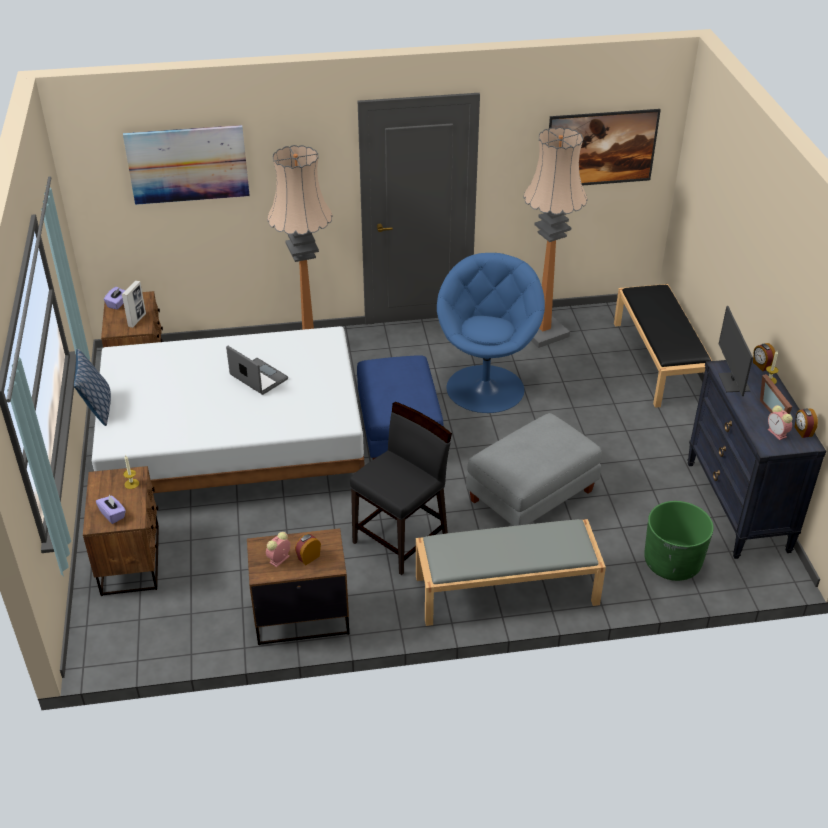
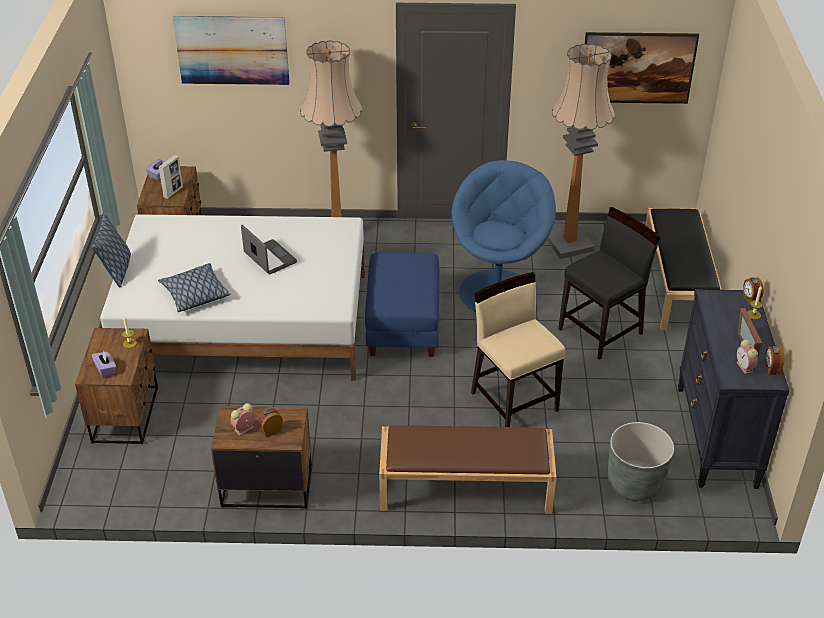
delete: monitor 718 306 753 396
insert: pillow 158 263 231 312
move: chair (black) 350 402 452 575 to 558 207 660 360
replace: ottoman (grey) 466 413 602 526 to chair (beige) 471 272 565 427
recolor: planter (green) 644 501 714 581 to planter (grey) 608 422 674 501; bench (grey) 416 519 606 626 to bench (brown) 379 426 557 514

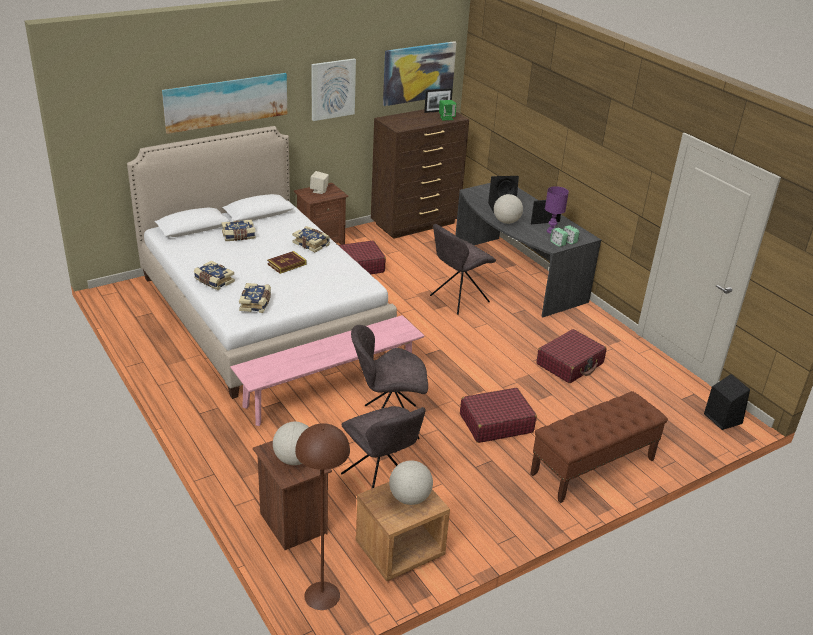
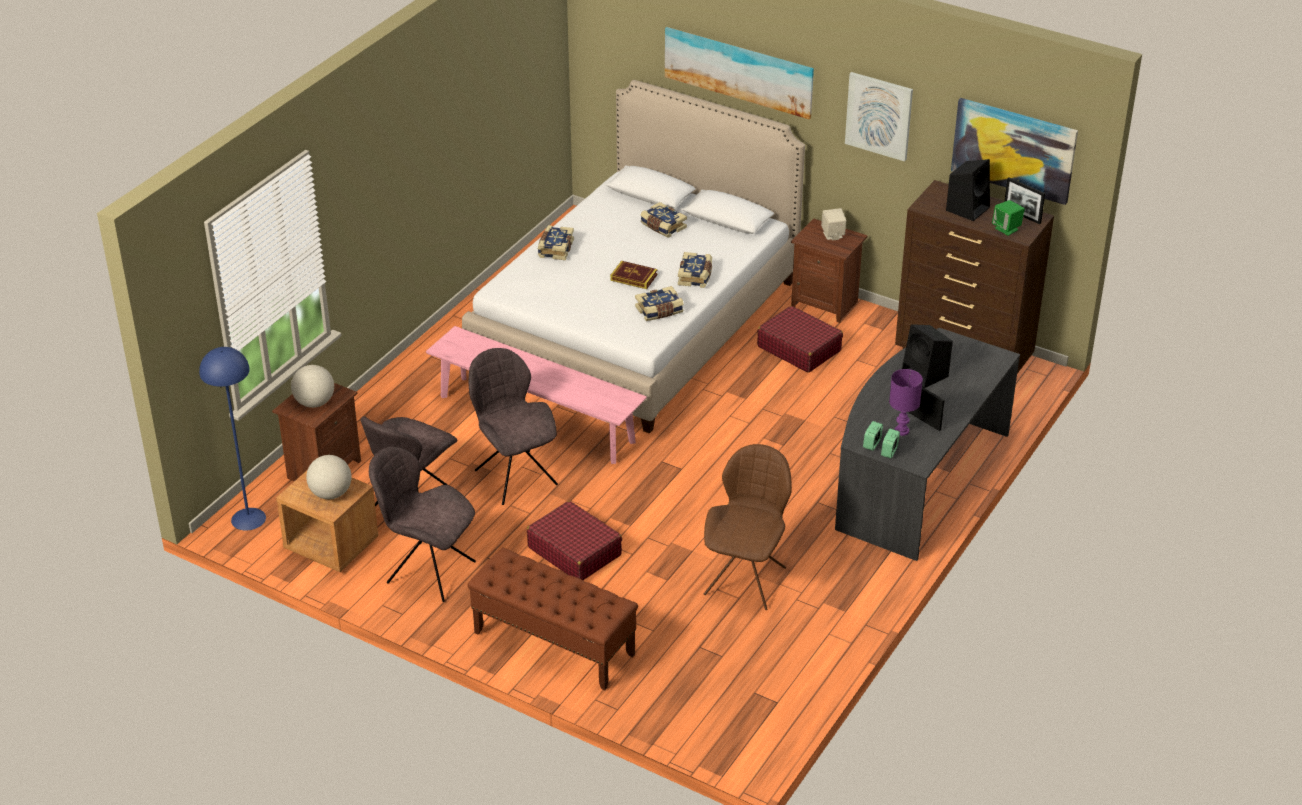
delete: globe 494 194 523 224
move: chair (grey) 430 224 496 315 to 369 447 476 602; book 239 283 271 313 to 635 286 684 321; speaker (black) 704 374 750 430 to 946 159 990 221
replace: suitcase (red) 537 329 606 383 to chair (brown) 704 444 792 610
recolor: floor lamp (brown) 295 423 350 610 to floor lamp (blue) 199 347 266 531

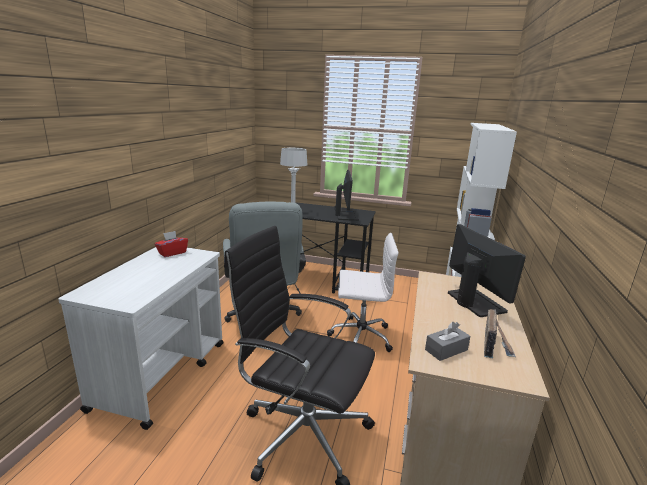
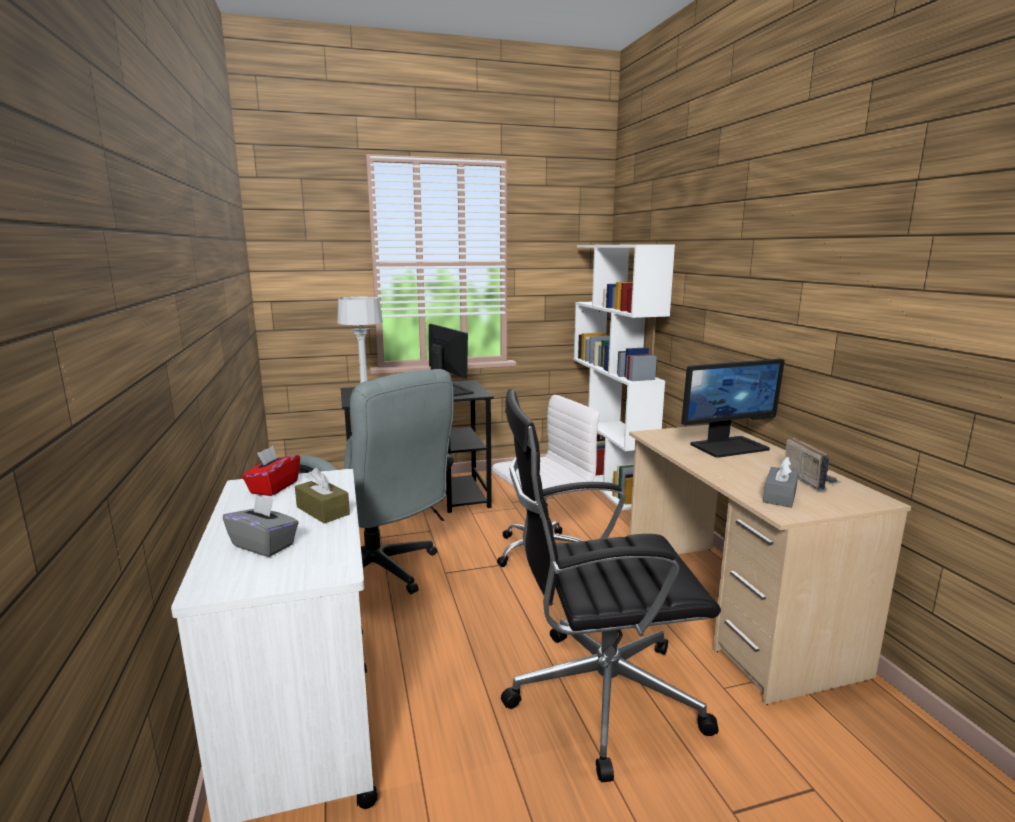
insert: tissue box (brown) 295 468 350 523; tissue box (grey) 223 494 299 557
rotate: monitor 448 224 526 317 = 681 359 785 458 120 degrees clockwise

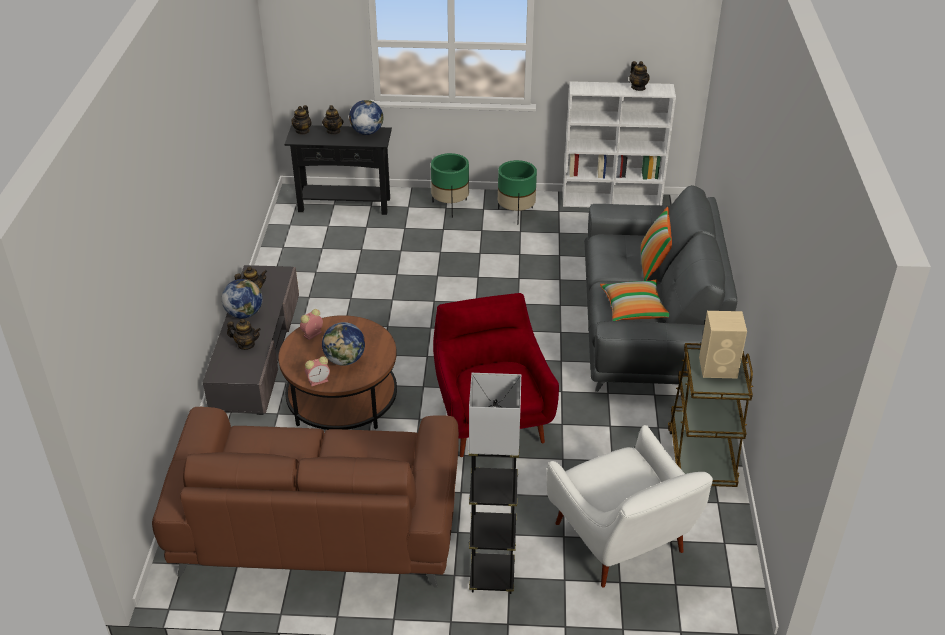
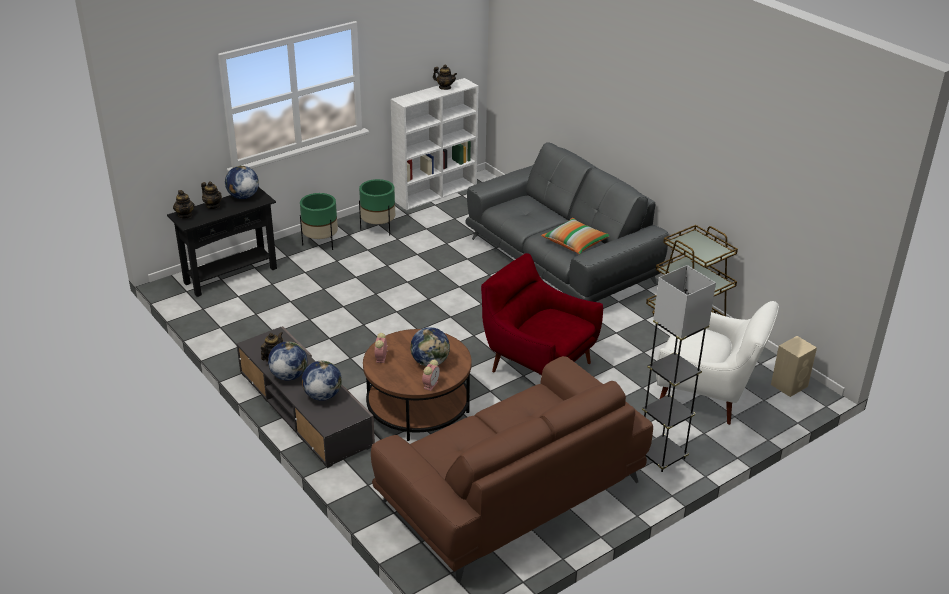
delete: pillow 641 206 672 281
move: speaker (beige) 699 311 747 378 to 771 336 817 397
replace: teapot 227 319 261 350 to globe 302 361 342 401

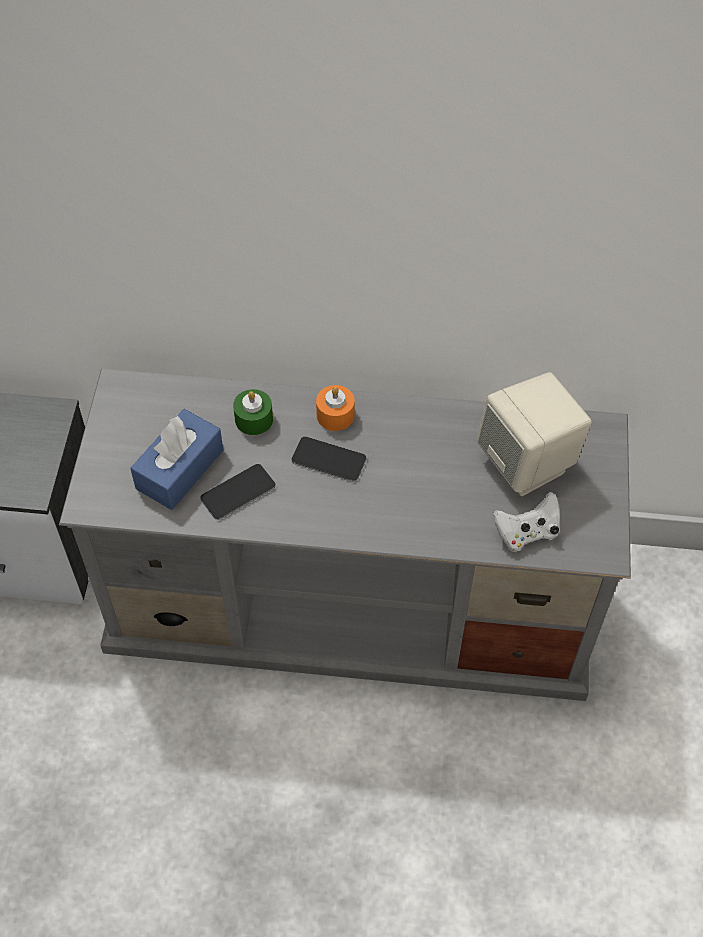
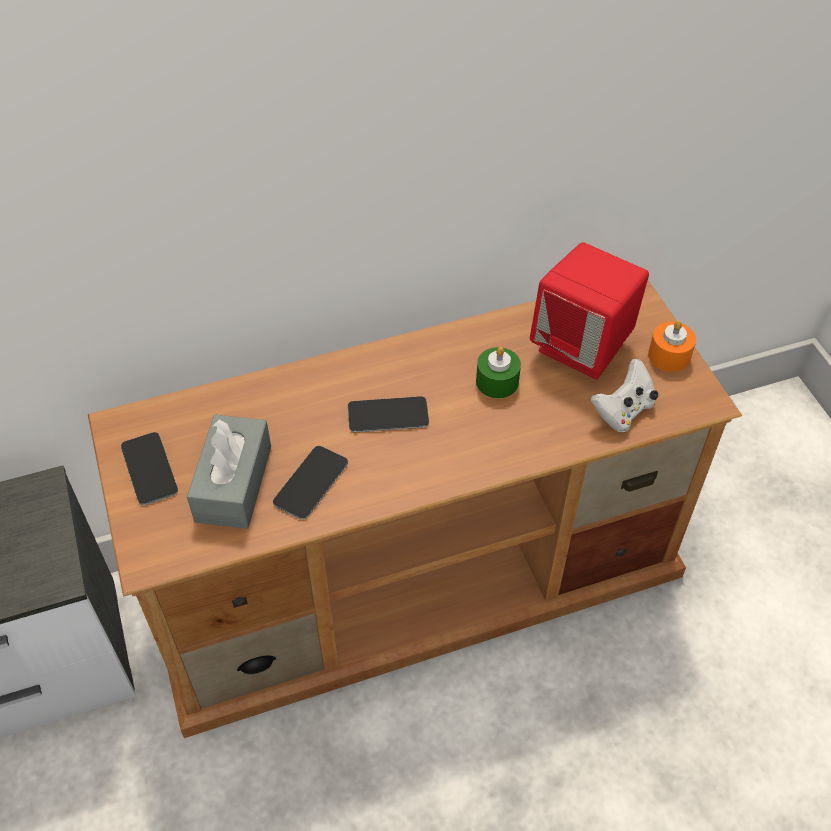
insert: phone 121 432 178 505
move: candle (orange) 316 385 355 431 to 648 320 696 372; candle (green) 233 389 273 435 to 476 347 521 399
recolor: tv stand (grey) 59 369 631 701 to tv stand (brown) 88 280 742 738; speaker (beige) 476 372 592 496 to speaker (red) 530 242 649 379; tissue box (blue) 130 409 223 510 to tissue box (grey) 187 415 271 529

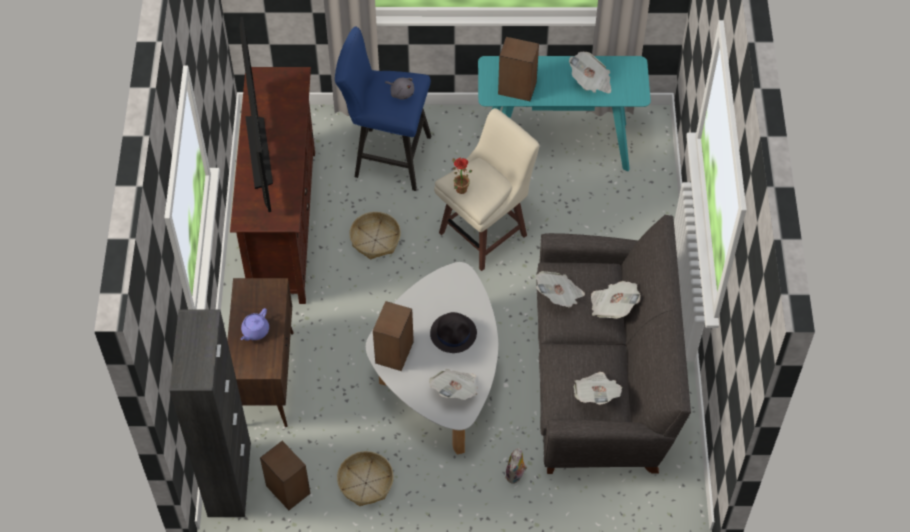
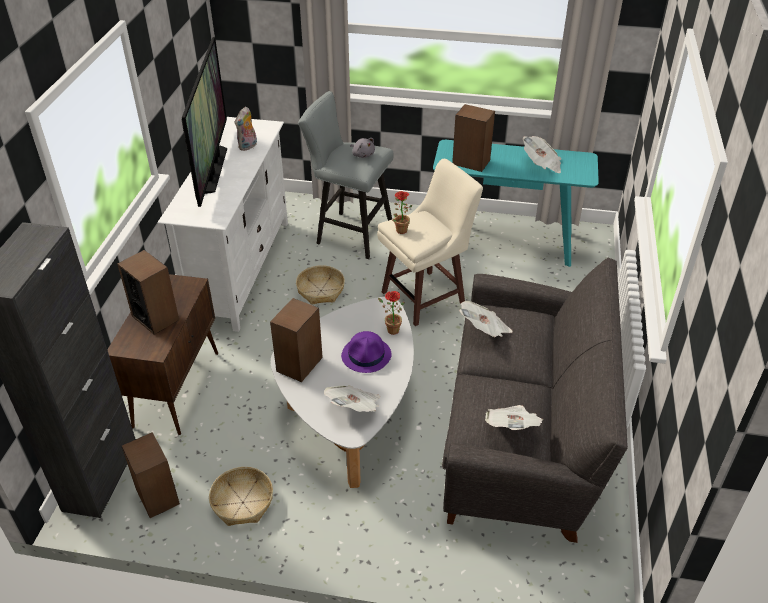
delete: newspaper 591 281 641 319
insert: potted plant 378 291 405 335
move: plush toy 505 448 527 484 to 235 106 257 151
replace: teapot (purple) 241 308 269 341 to speaker 118 250 179 335
recolor: stool (blue) 335 26 431 191 to stool (grey) 298 91 394 259; tv stand (brown) 230 67 315 304 to tv stand (white) 157 117 288 332; hat (black) 430 312 477 353 to hat (purple) 341 331 392 373

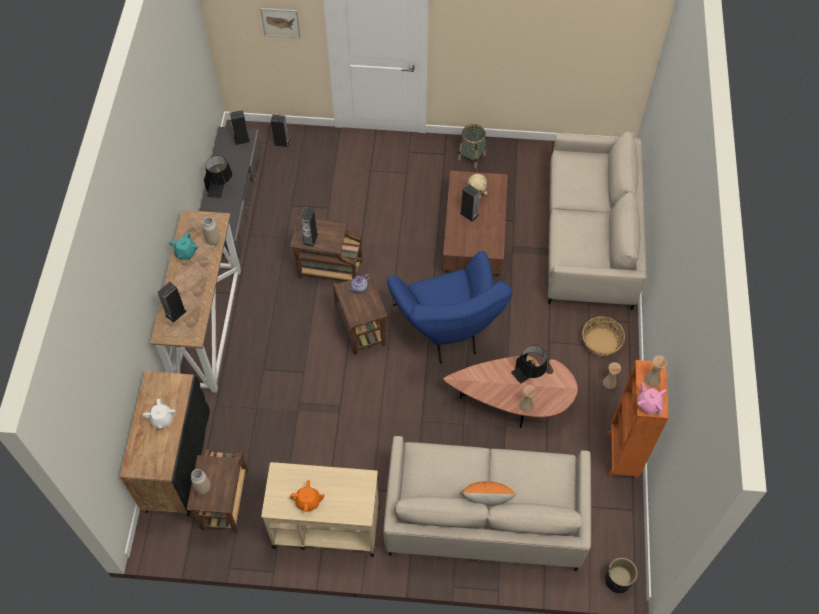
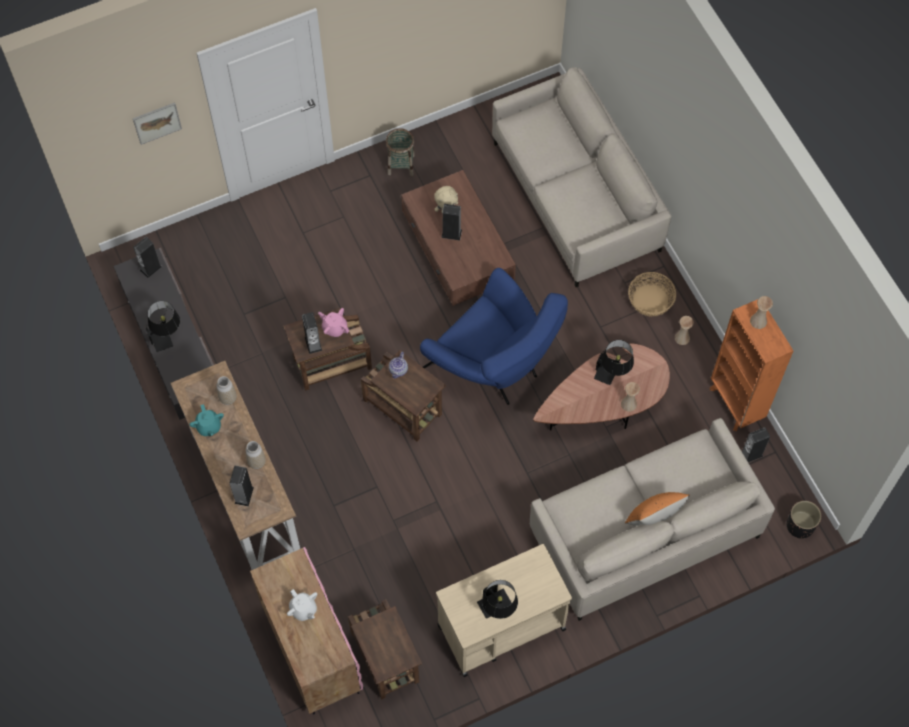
move: speaker 271 114 290 147 to 742 427 770 462; teapot (pink) 637 382 667 415 to 318 308 349 337; vase 191 469 211 494 to 246 441 266 469
replace: teapot (orange) 290 480 325 512 to table lamp (black) 477 580 518 619
recolor: cabinet (black) 120 371 210 516 to cabinet (pink) 250 547 363 714

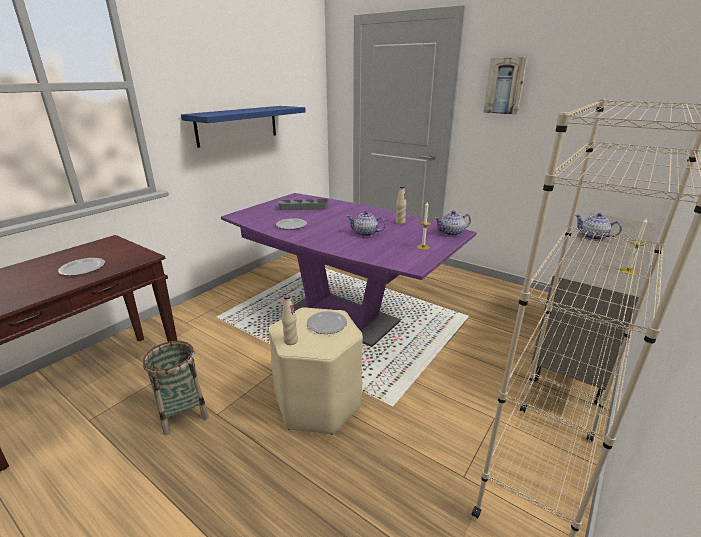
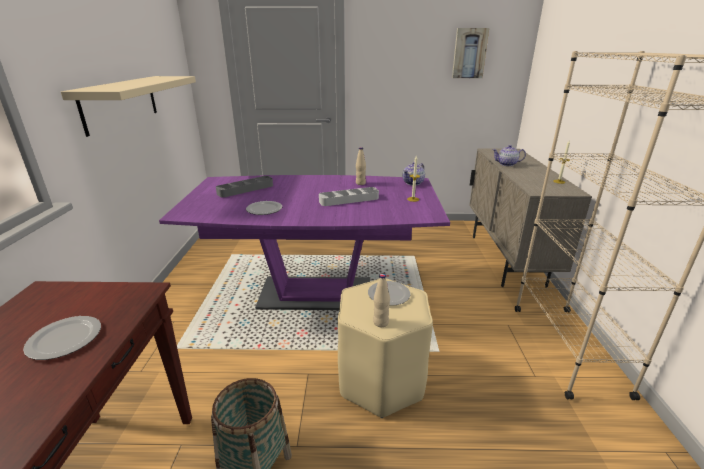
move: picture 483 57 527 115 to 452 28 489 78
replace: teapot 346 211 386 237 to tray (grey) 319 187 379 206
recolor: shelf (blue) 181 106 306 148 to shelf (beige) 61 76 196 137

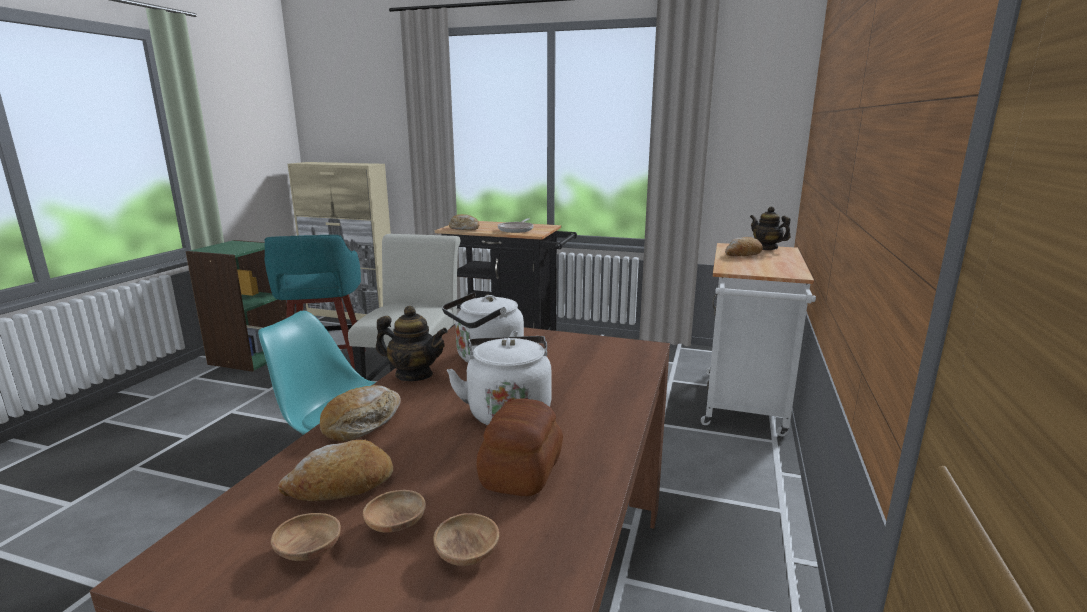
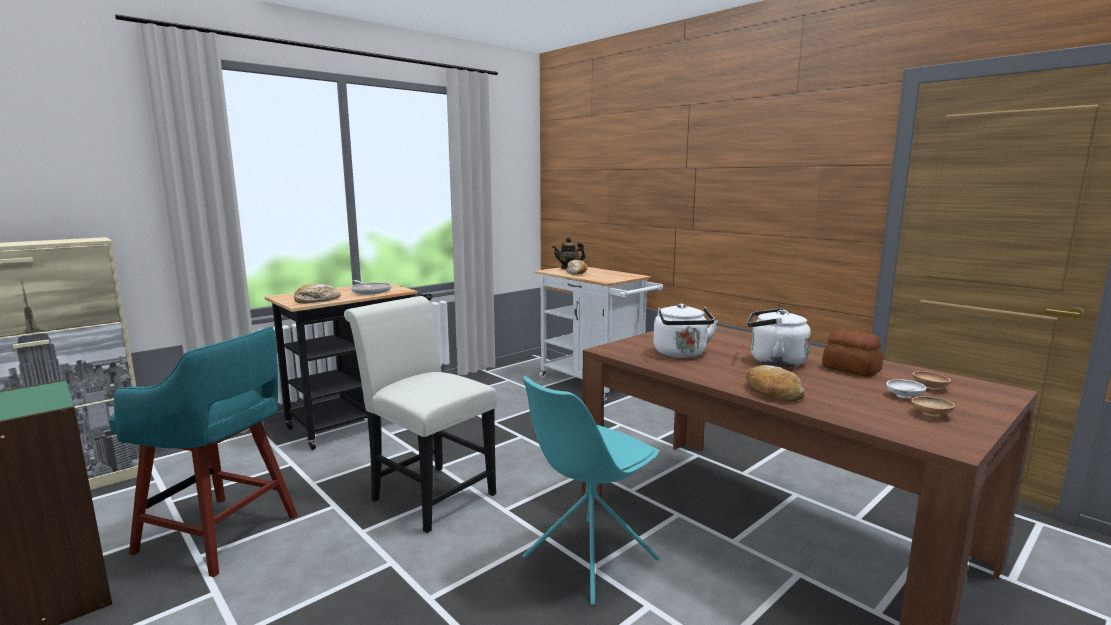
delete: teapot 376 306 448 381; bread 278 440 393 501
recolor: bowl (brown) 363 490 426 533 to bowl (white) 886 379 926 398

